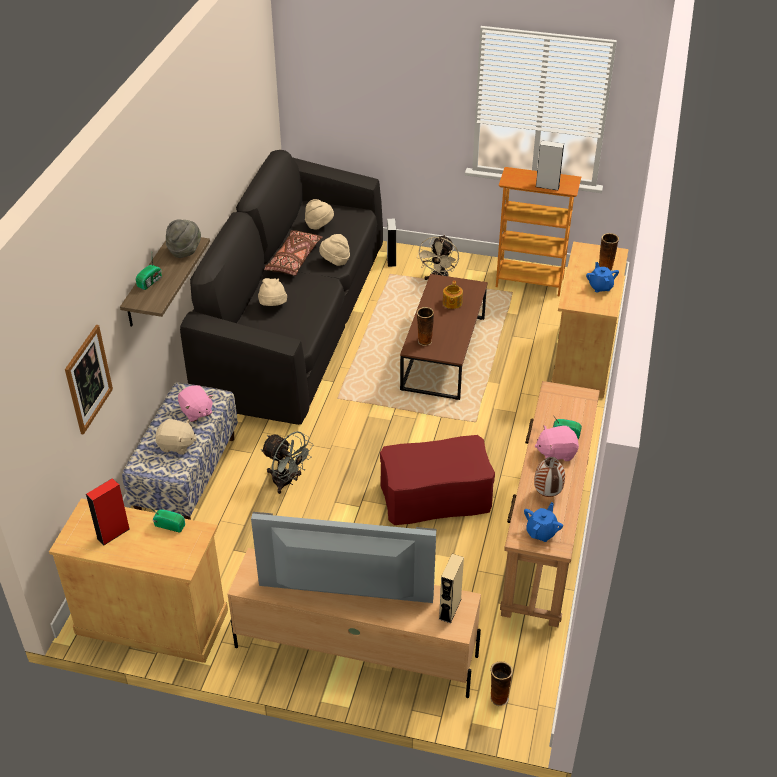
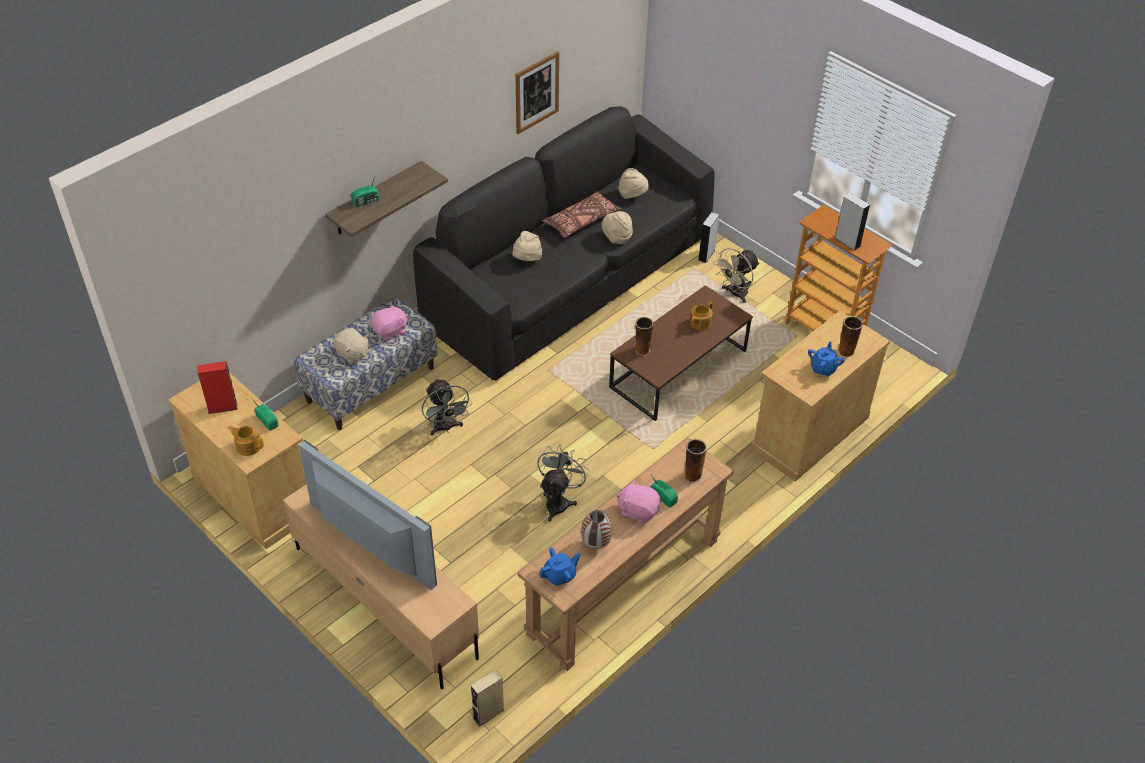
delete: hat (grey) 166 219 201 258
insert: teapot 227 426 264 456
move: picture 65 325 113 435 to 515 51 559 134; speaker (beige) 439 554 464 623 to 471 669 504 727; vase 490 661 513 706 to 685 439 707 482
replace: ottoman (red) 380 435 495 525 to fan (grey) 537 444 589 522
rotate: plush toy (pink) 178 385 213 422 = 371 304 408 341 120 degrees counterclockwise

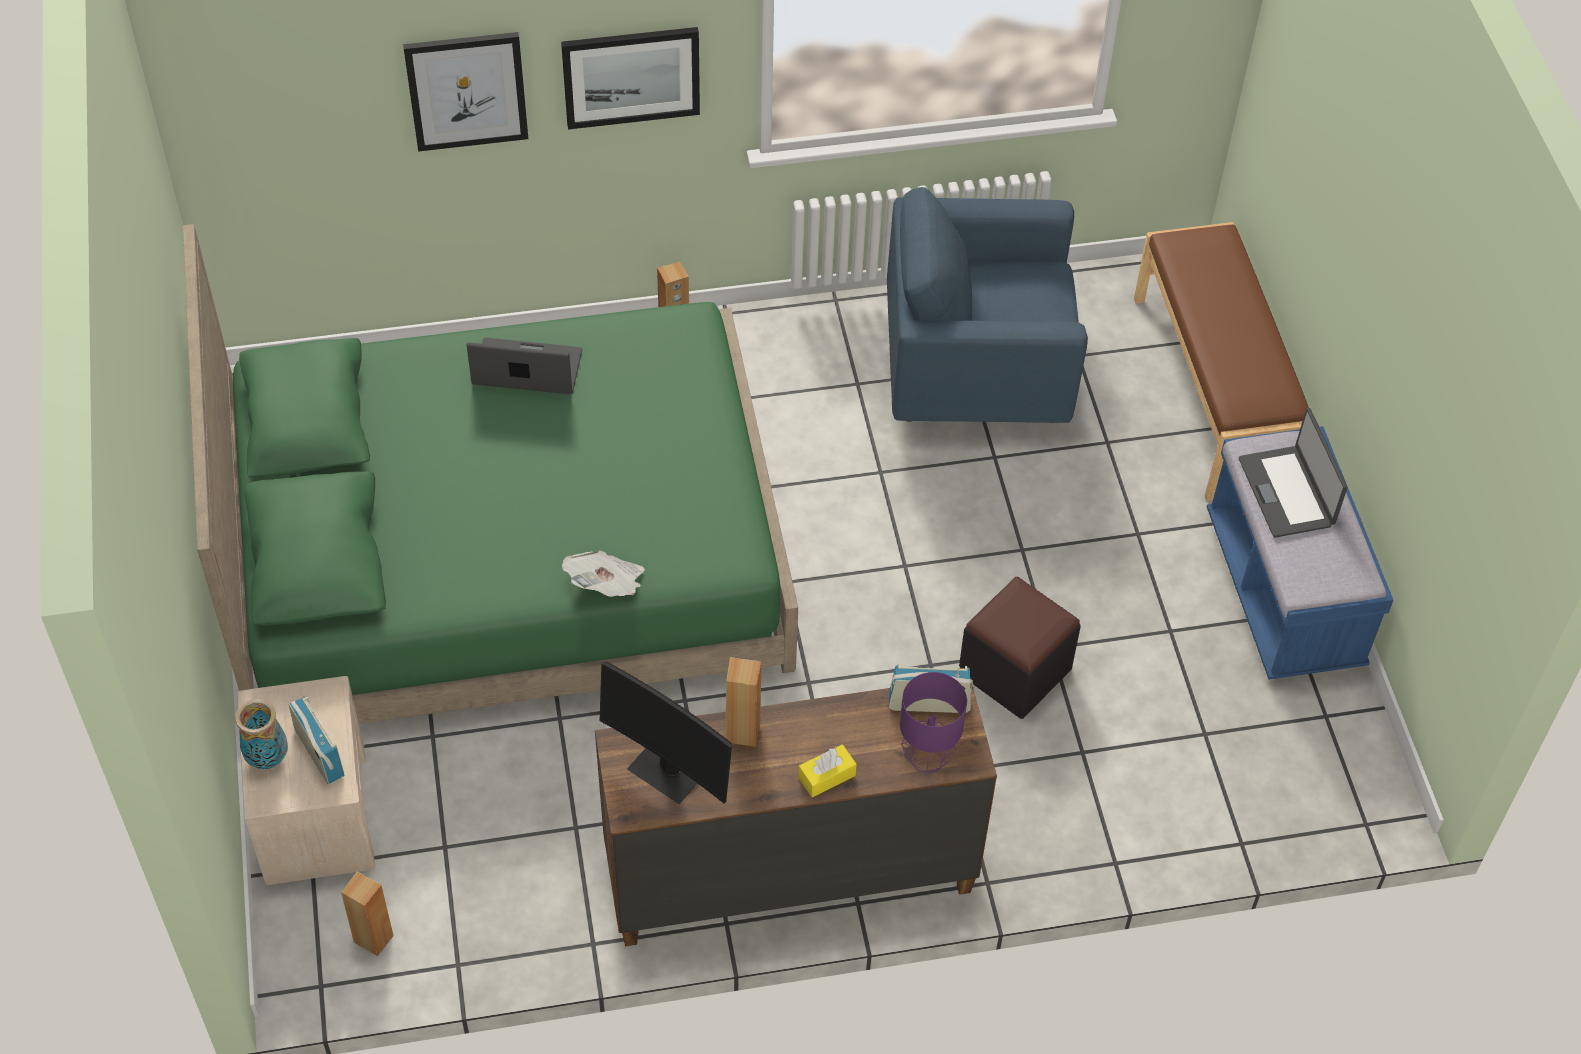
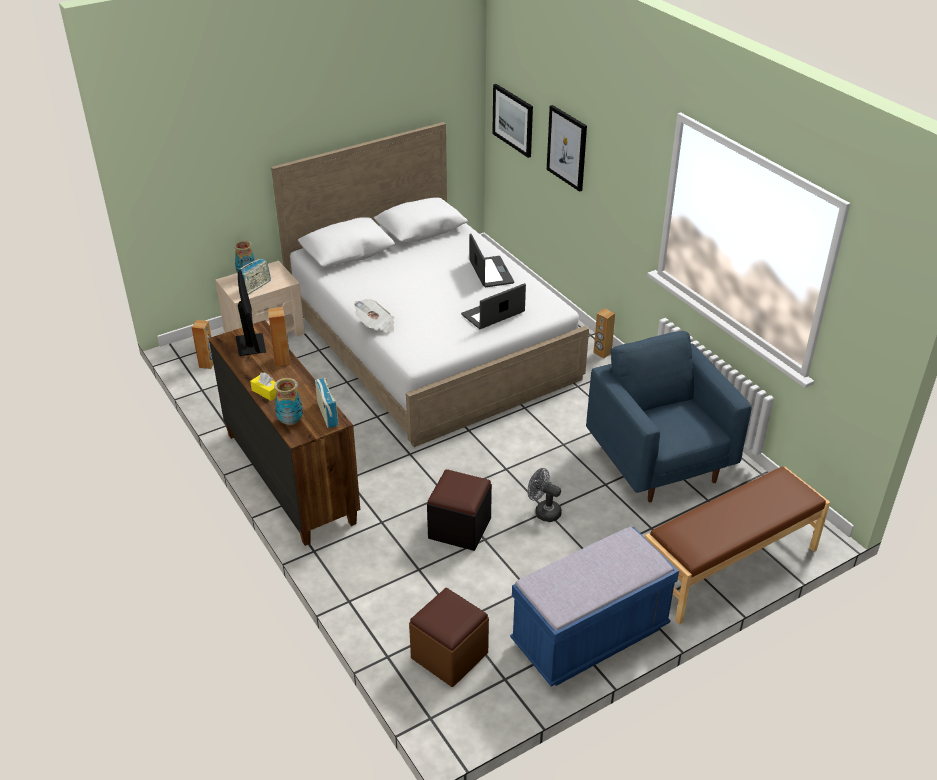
insert: fan (grey) 528 468 562 522; ottoman (brown) 409 588 489 687
move: picture 561 27 700 130 to 492 84 533 158; laptop 1239 408 1347 538 to 461 283 526 329
replace: table lamp (purple) 900 672 967 773 to vase 274 378 303 425
recolor: bed (green) 183 224 798 724 to bed (white) 271 122 589 447
rotate: monitor 600 662 732 804 = 236 269 266 356 150 degrees clockwise

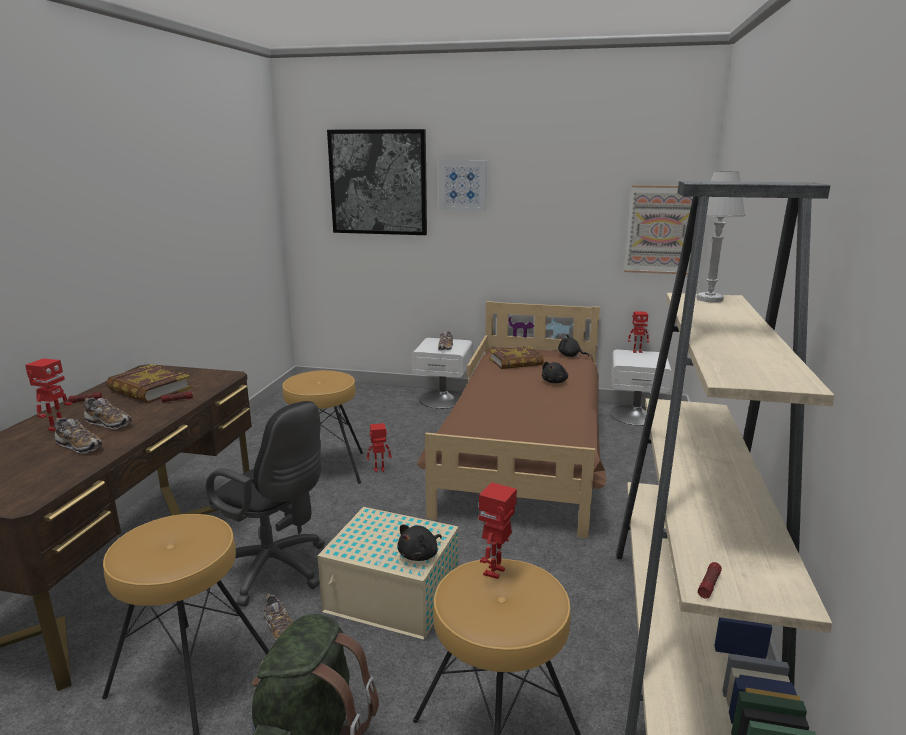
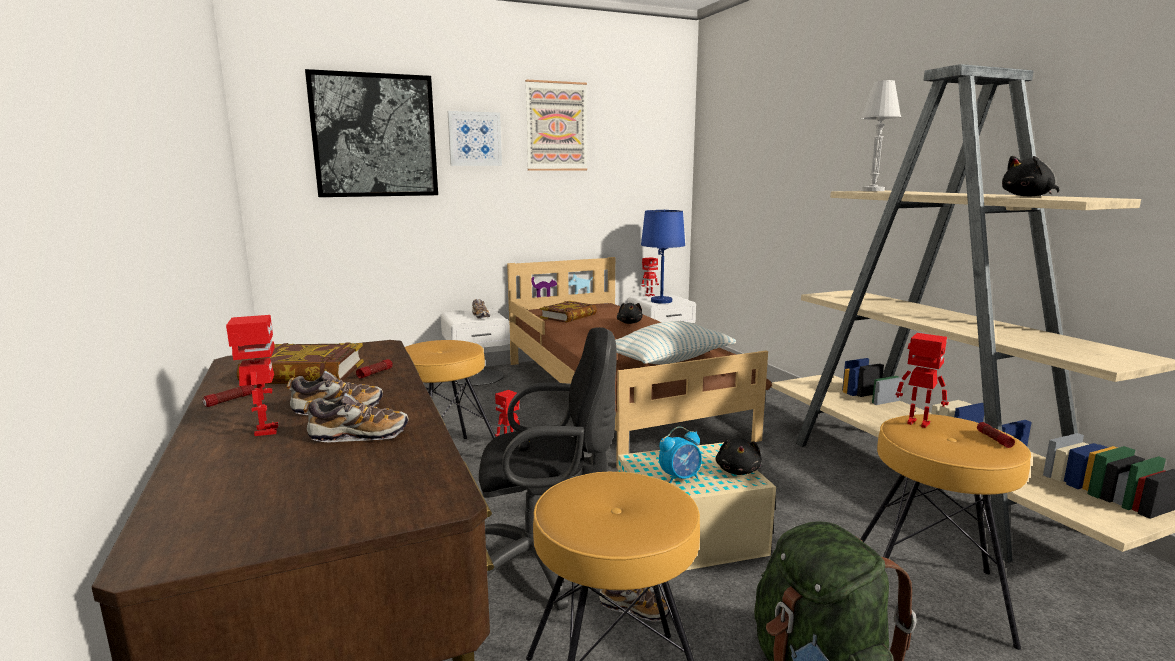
insert: table lamp (blue) 641 210 685 304; pillow 615 321 736 364; alarm clock 659 426 702 483
move: picture 624 185 693 274 to 525 79 587 171; plush toy (black) 558 334 589 357 to 1002 156 1059 196; flashlight 698 562 722 599 to 977 422 1015 448
rotate: toy robot 479 482 517 579 = 896 333 949 428 135 degrees clockwise

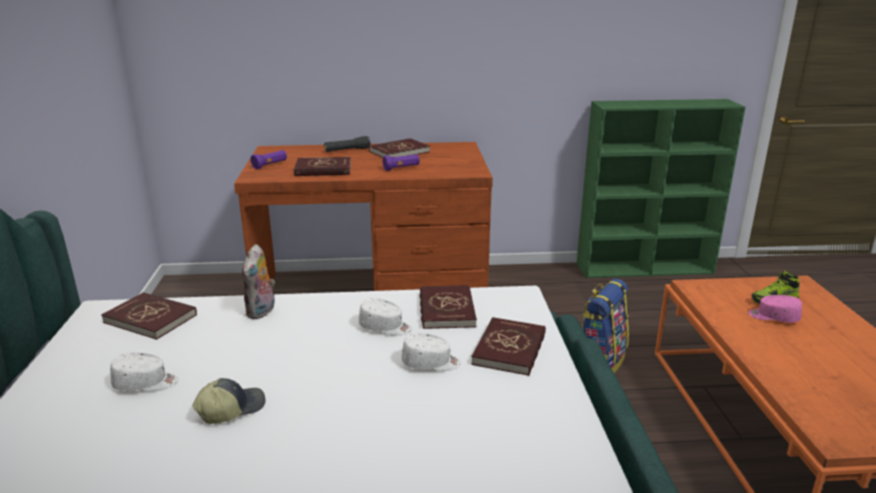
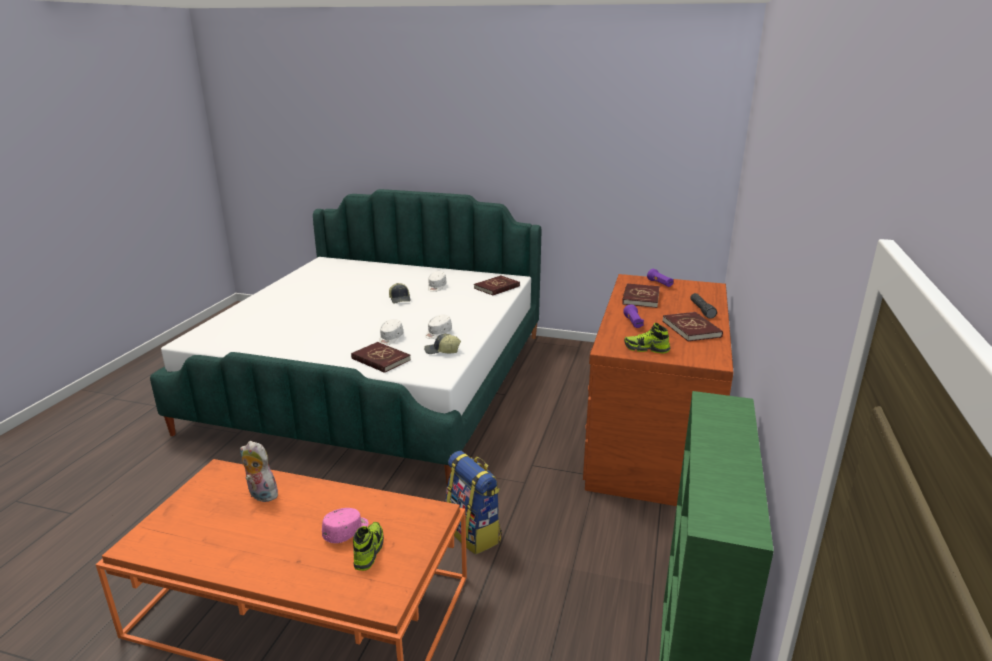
insert: shoe 624 323 670 353
move: plush toy 242 244 275 319 to 240 441 279 502
replace: book (red) 420 285 477 329 to cap 424 334 461 354

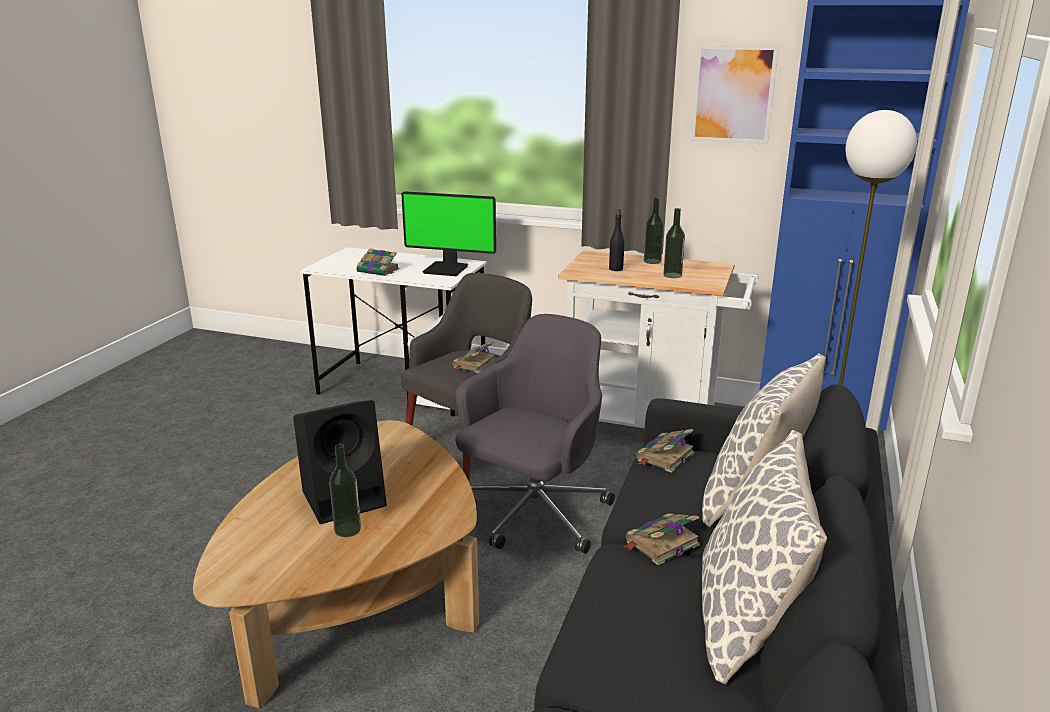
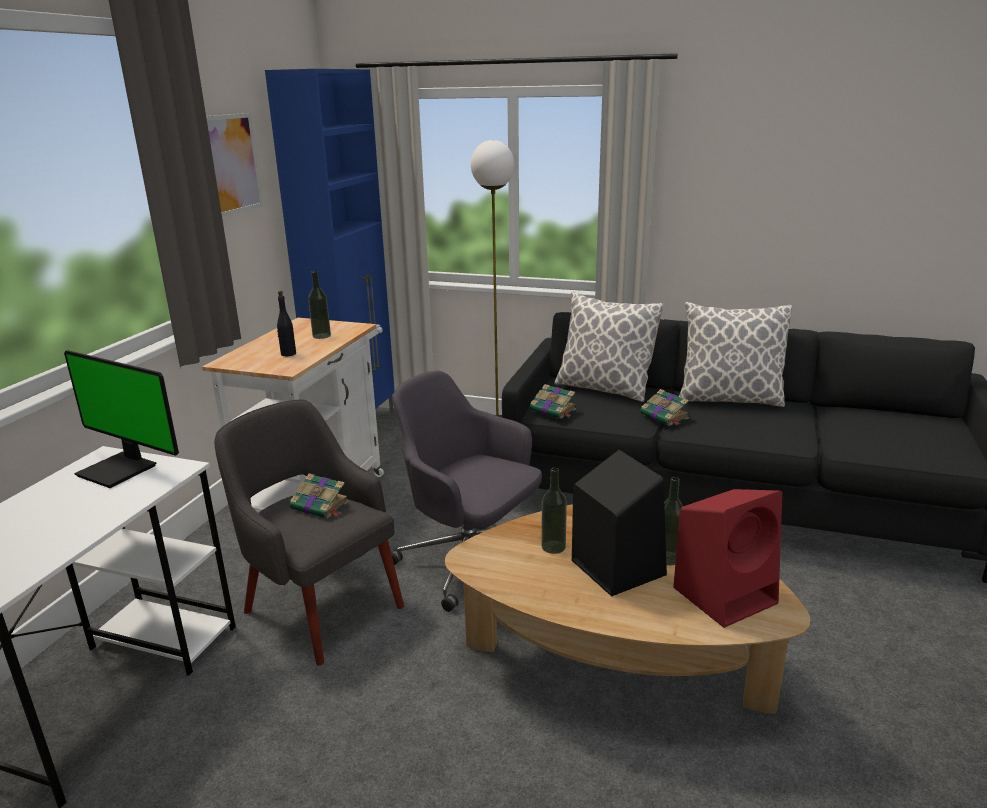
delete: book 356 248 399 276
insert: speaker (red) 673 489 782 628
move: bottle 644 197 664 264 to 542 467 567 554
rotate: monitor 401 191 496 276 = 64 350 179 488 105 degrees clockwise

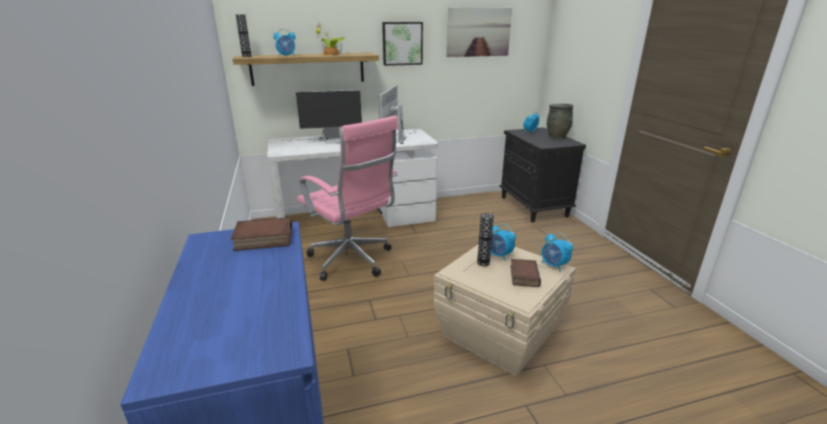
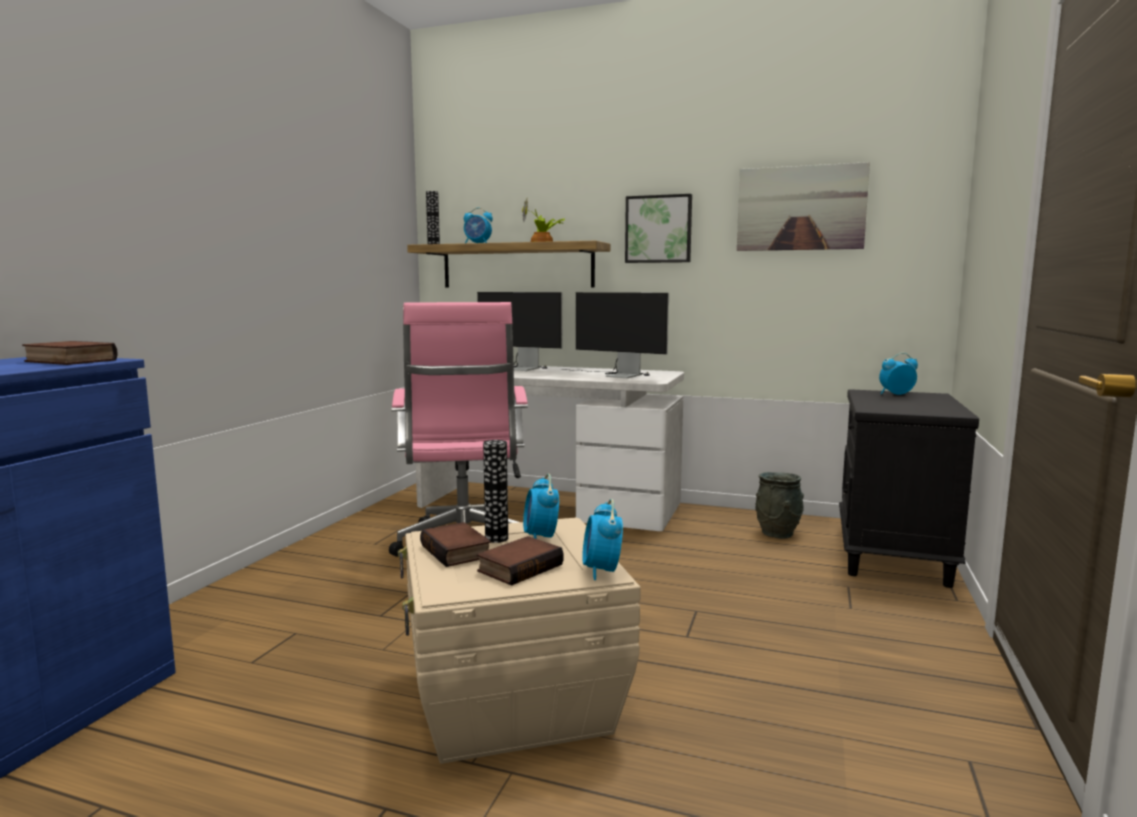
insert: book 420 522 491 567
move: vase (grey) 546 104 574 139 to 755 472 804 539
rotate: monitor 379 85 416 144 = 560 292 669 378 105 degrees counterclockwise

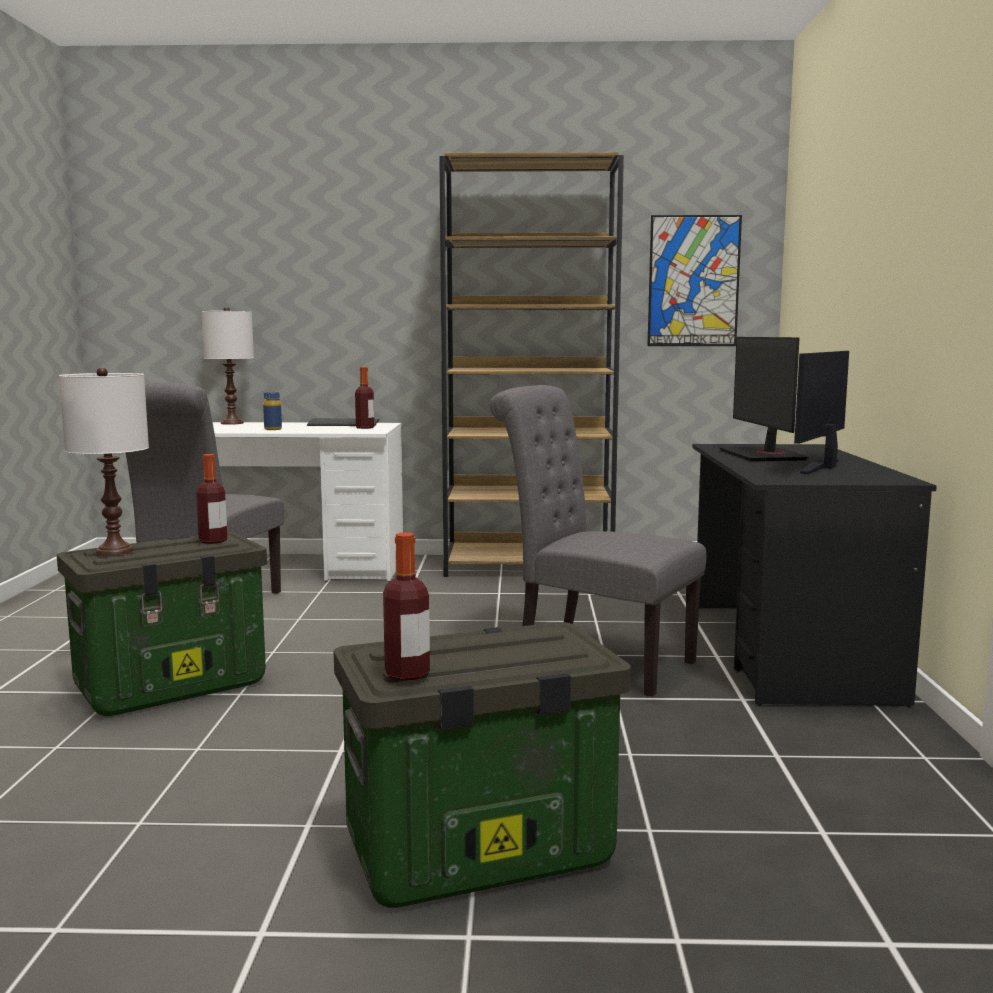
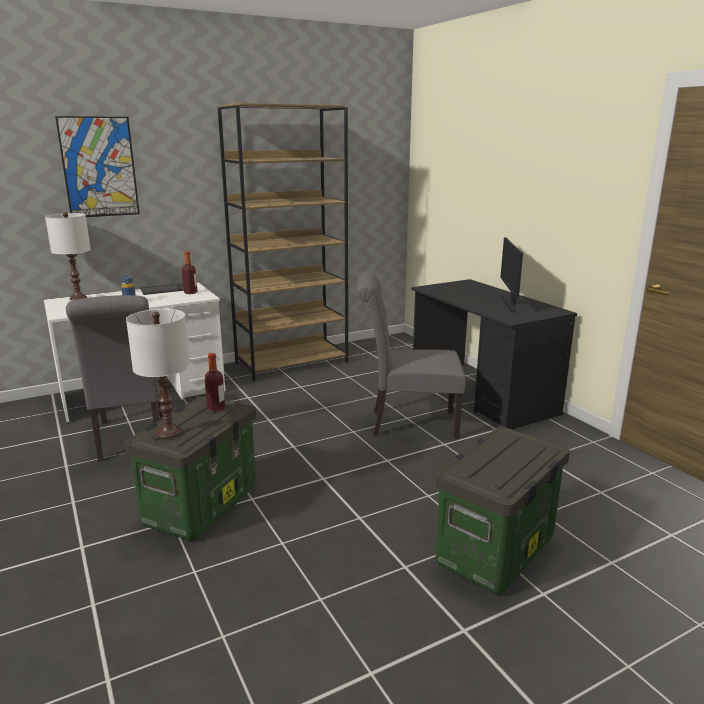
delete: monitor 719 337 809 461; bottle 383 532 430 681
move: picture 647 215 742 346 to 55 116 140 217

